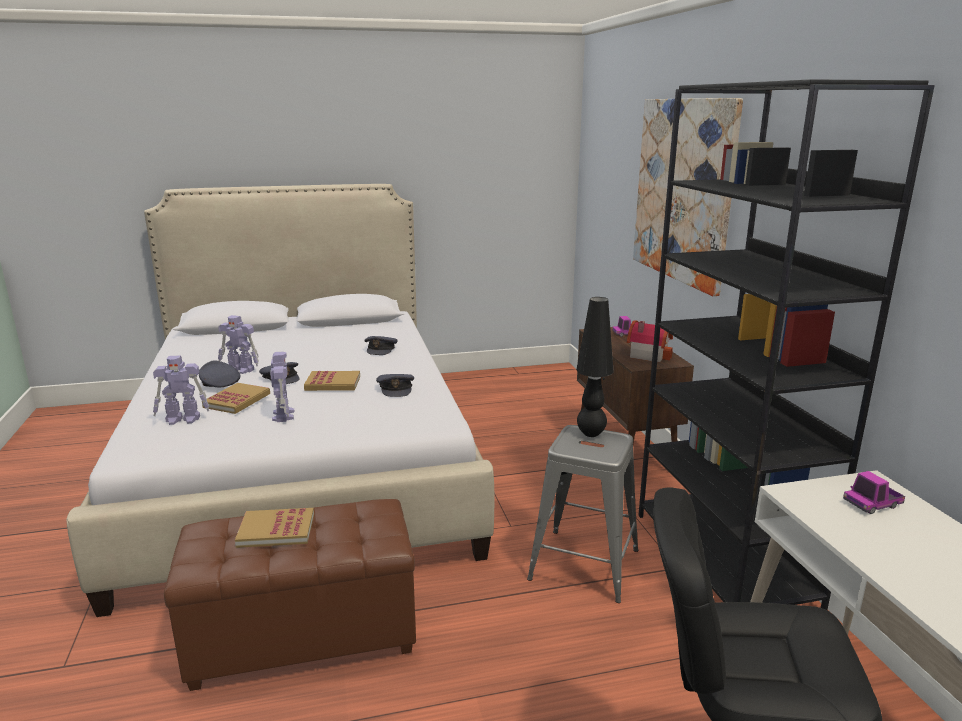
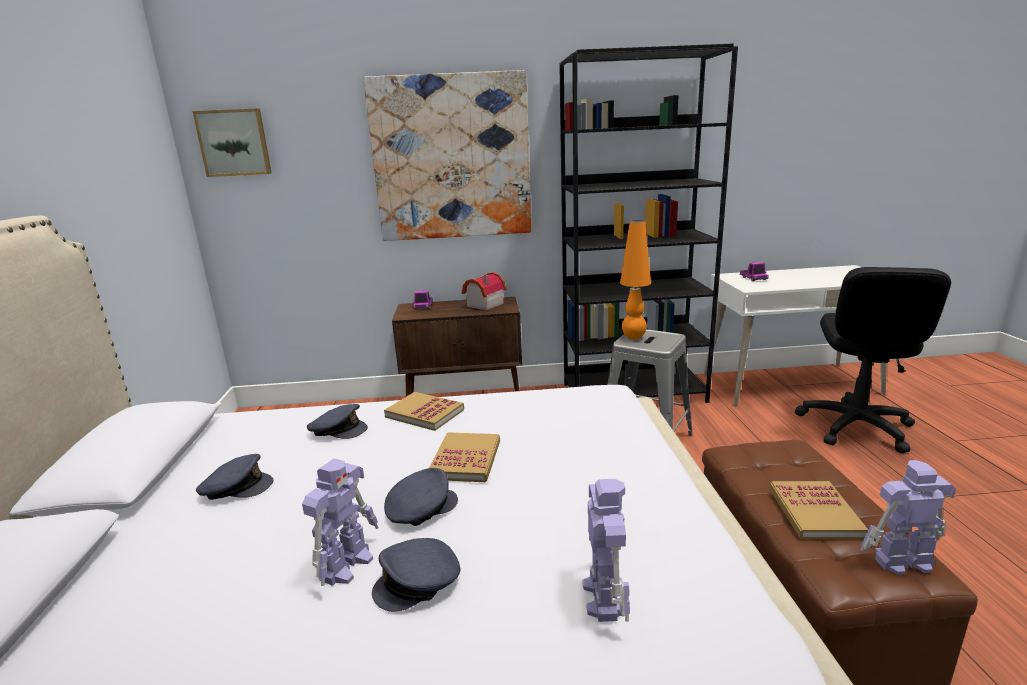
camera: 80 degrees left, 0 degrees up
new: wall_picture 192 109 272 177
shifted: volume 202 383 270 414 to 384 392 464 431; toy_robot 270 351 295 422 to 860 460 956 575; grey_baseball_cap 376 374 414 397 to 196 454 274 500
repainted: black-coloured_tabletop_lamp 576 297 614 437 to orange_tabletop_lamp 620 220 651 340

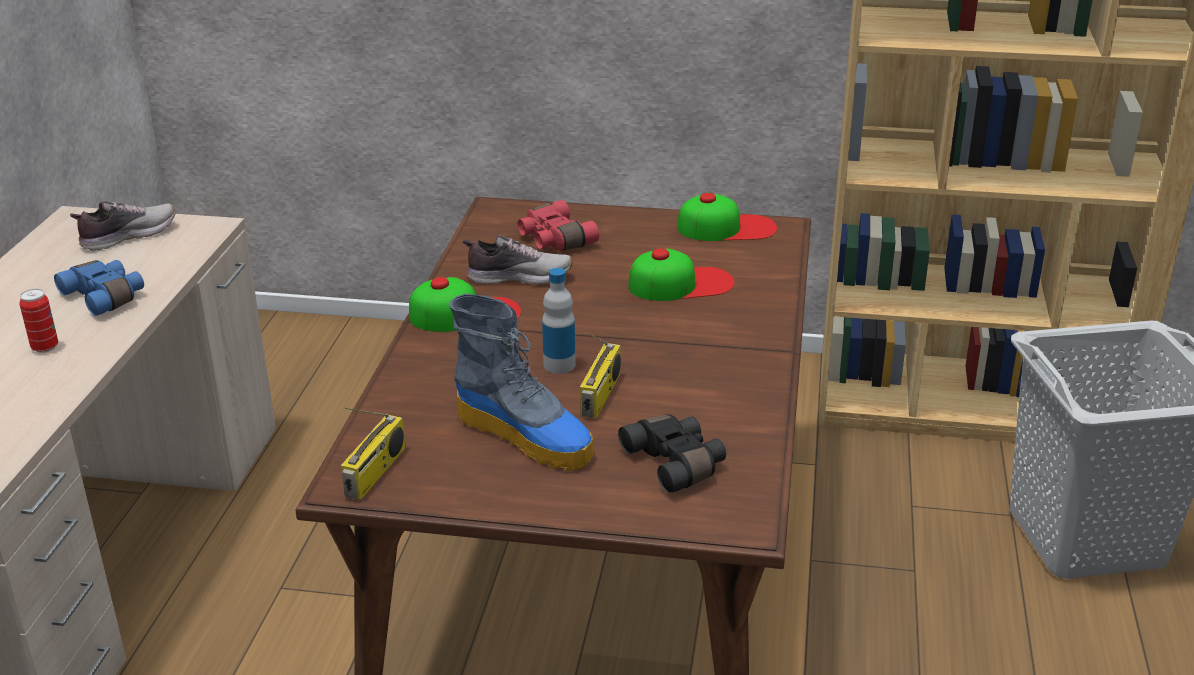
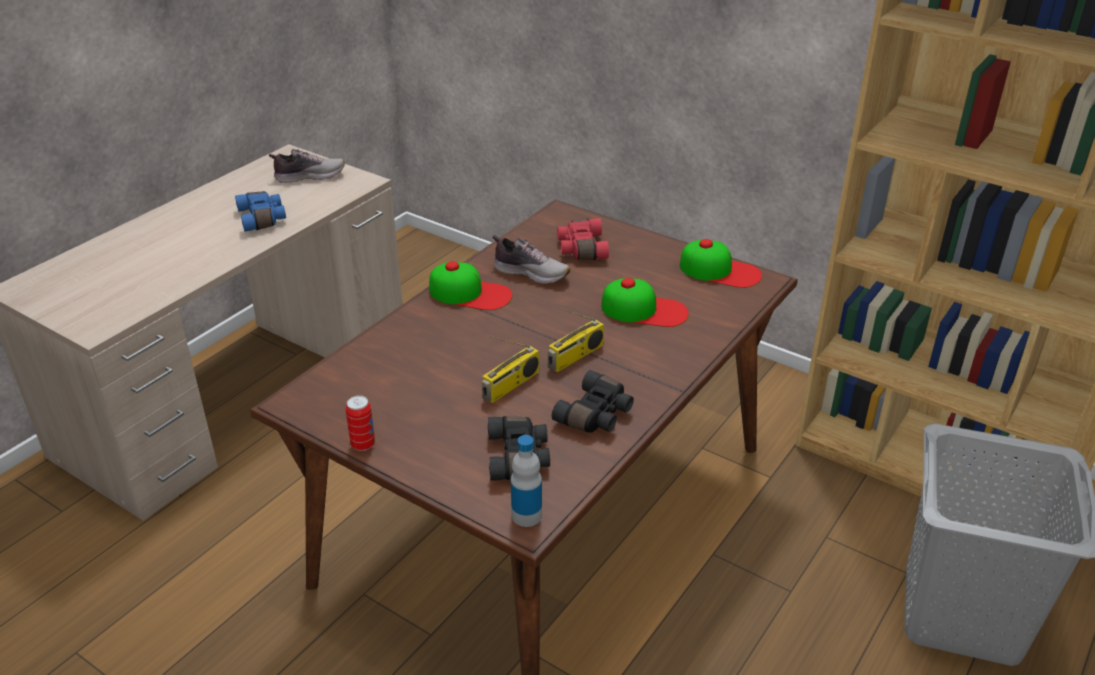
camera: 25 degrees right, 5 degrees up
gone: boot 449 294 594 471
new: black-coloured_pair_of_binoculars 552 370 634 433
shifted: sealed_can 19 289 58 353 to 346 395 375 451; radio 341 407 405 500 to 548 308 604 372; beverage_bottle 542 268 576 374 to 511 435 542 527

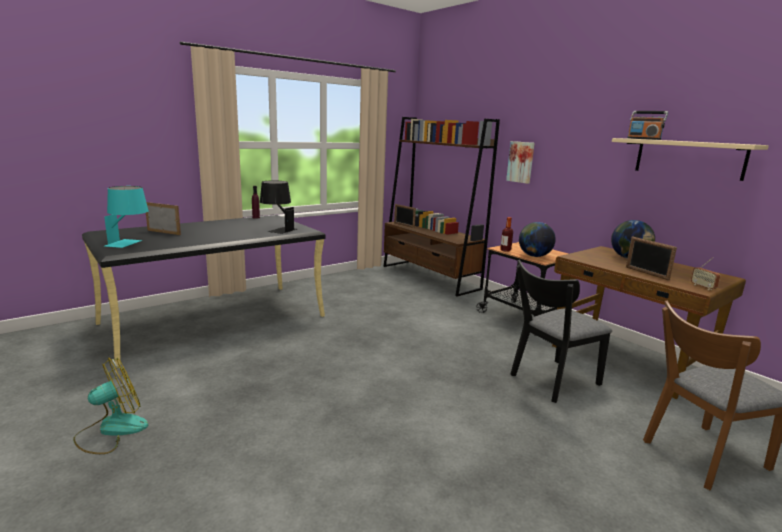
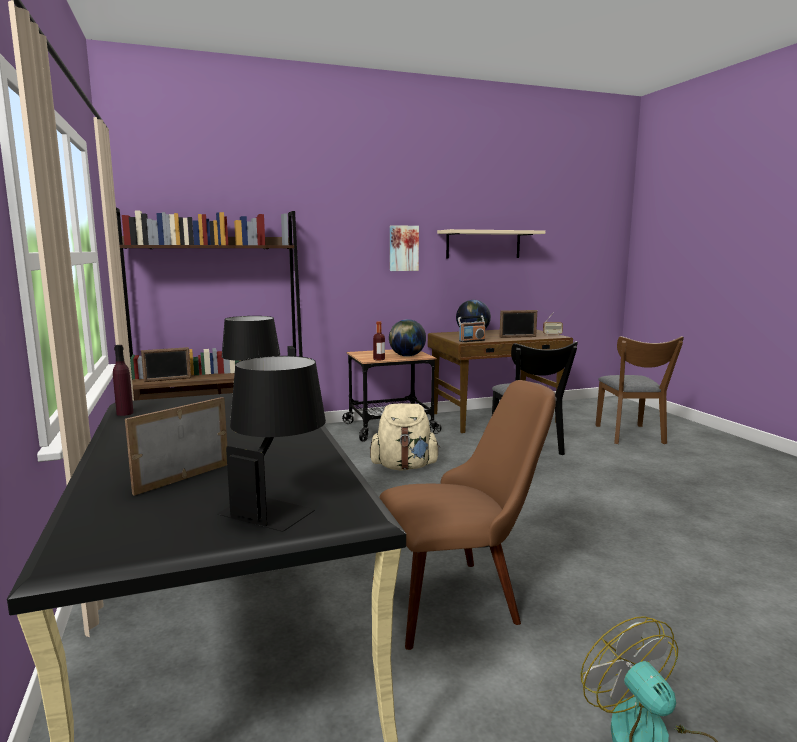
camera: 70 degrees left, 5 degrees down
new: beige_rucksack 370 403 440 470; brownish_plain_chair 373 380 556 650
shifted: wall_picture 506 141 535 184 to 390 225 419 271; radio 627 111 668 140 to 458 316 486 342
repainted: blue-green_tabletop_lamp 104 186 149 248 to black-coloured_tabletop_lamp 217 356 326 532

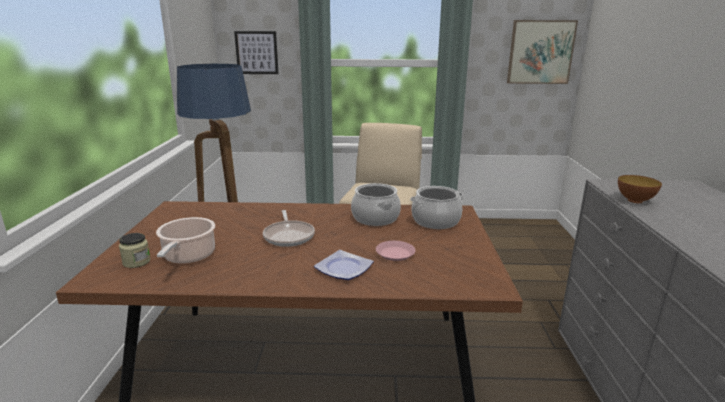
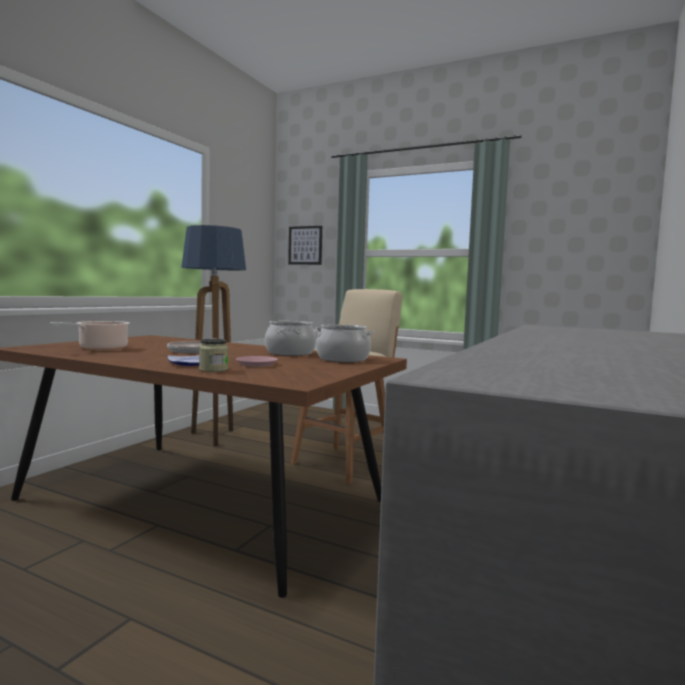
camera: 25 degrees right, 15 degrees down
gone: wall_picture 507 20 578 84; serving_bowl 618 175 662 203
shifted: preserve_jar 119 233 150 268 to 199 339 228 372

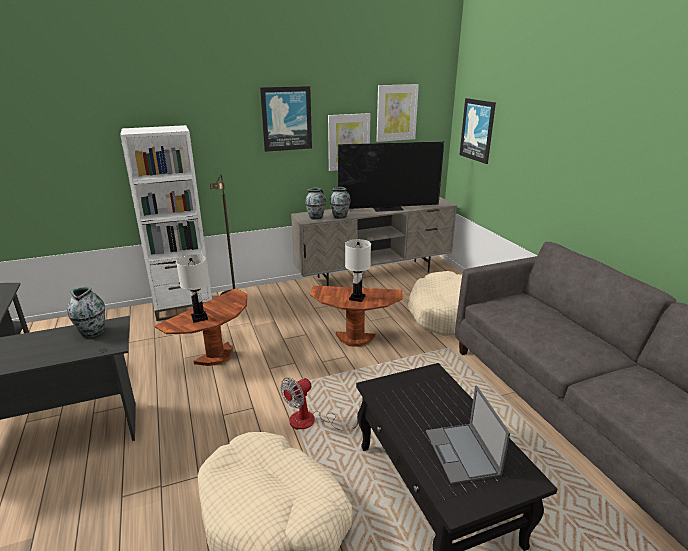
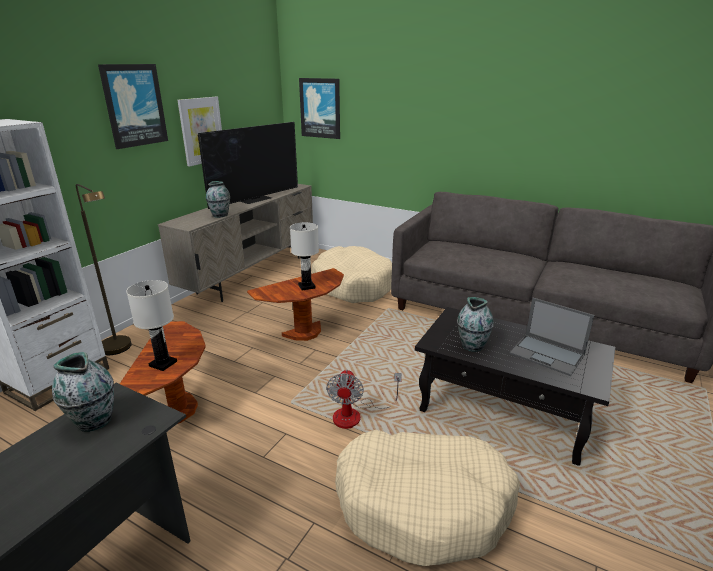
camera: 40 degrees left, 0 degrees up
gone: wall_picture 376 84 419 142
shifted: decorative_vase 305 187 326 220 to 457 297 494 352

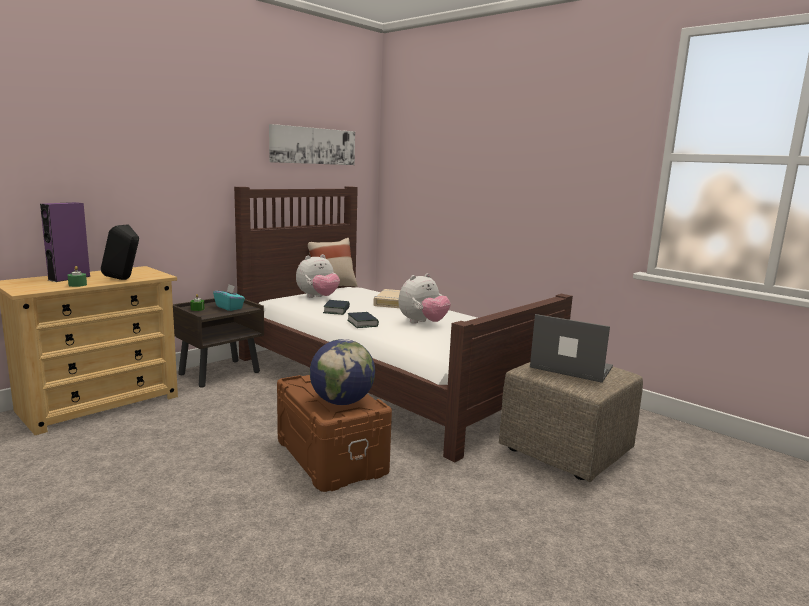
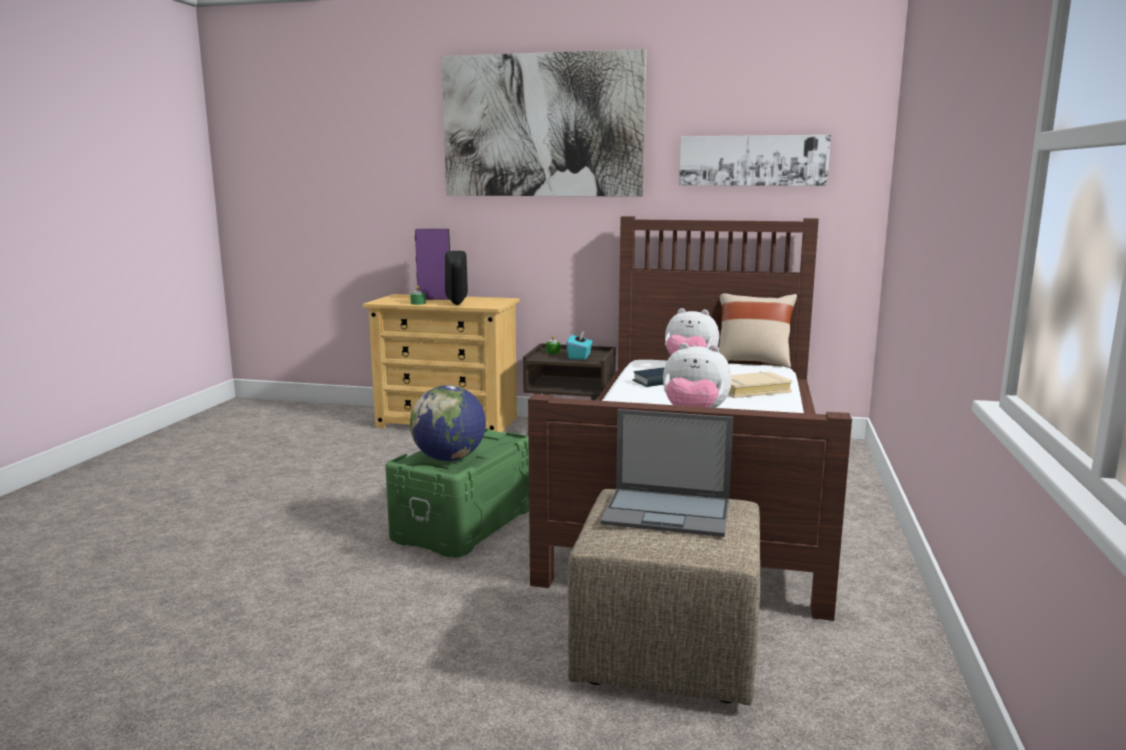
camera: 60 degrees right, 0 degrees up
gone: volume 348 312 379 328
new: wall_picture 442 49 646 197
repainted: brownish_storage_bin 277 375 392 492 to greenish_storage_bin 385 428 529 558
rotated: portable_computer 530 314 613 383 = 600 409 733 537 105 degrees clockwise

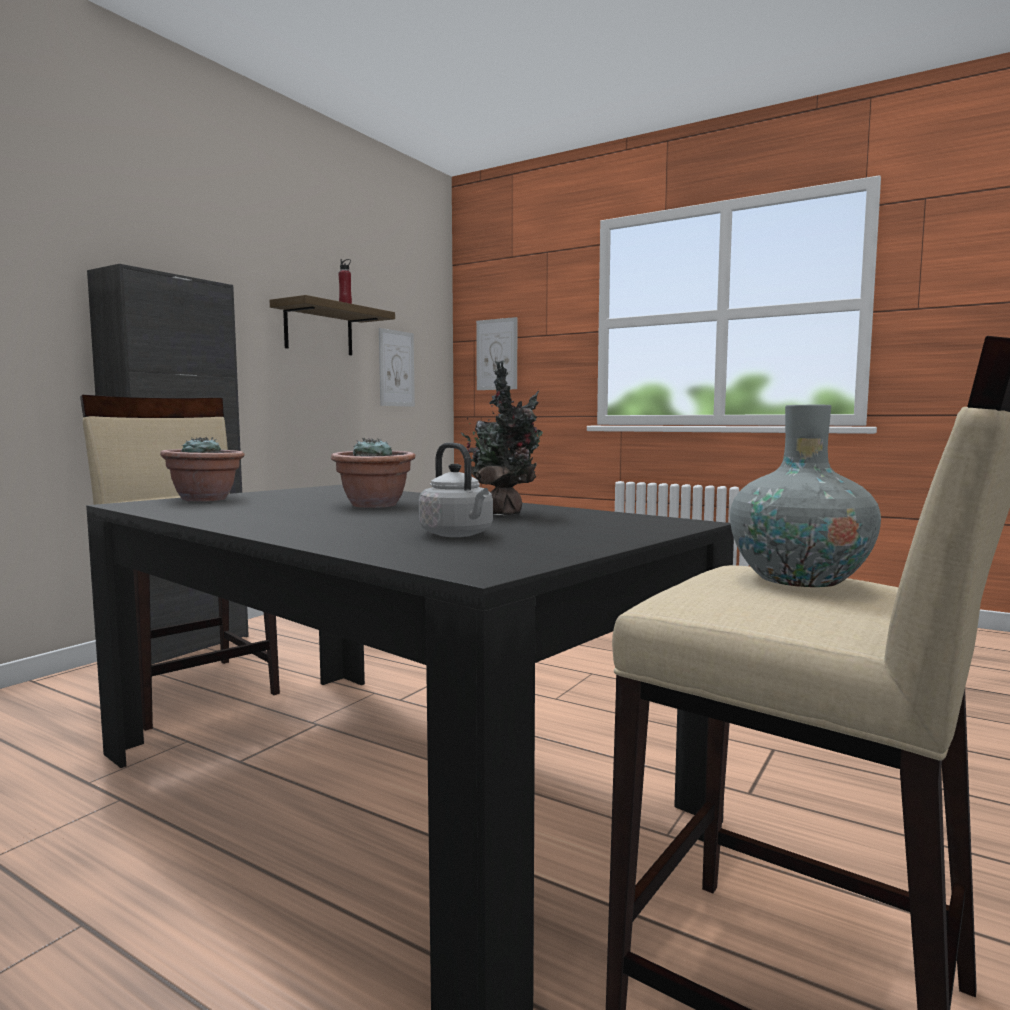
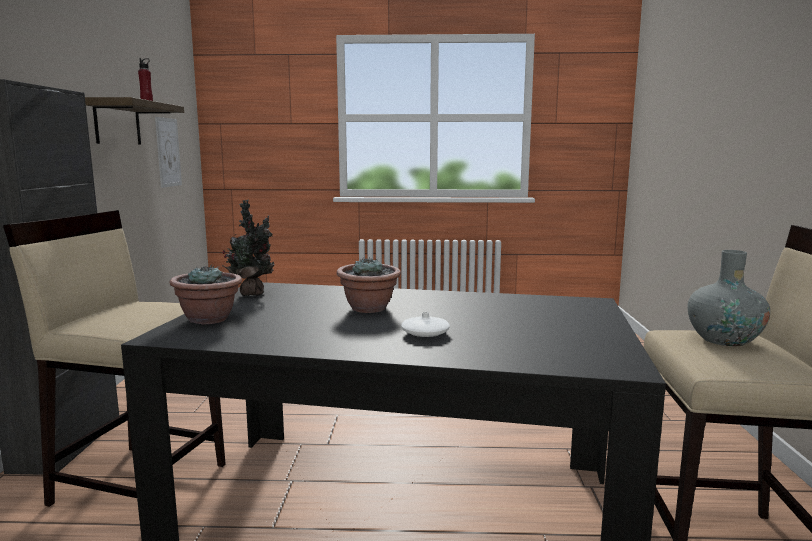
camera: 30 degrees left, 5 degrees up
gone: grey_water_kettle 419 442 493 537; wall_picture 476 317 517 390
new: white_decorative_vase 401 312 450 337
shifted: houseplant 461 360 543 515 to 222 200 275 296

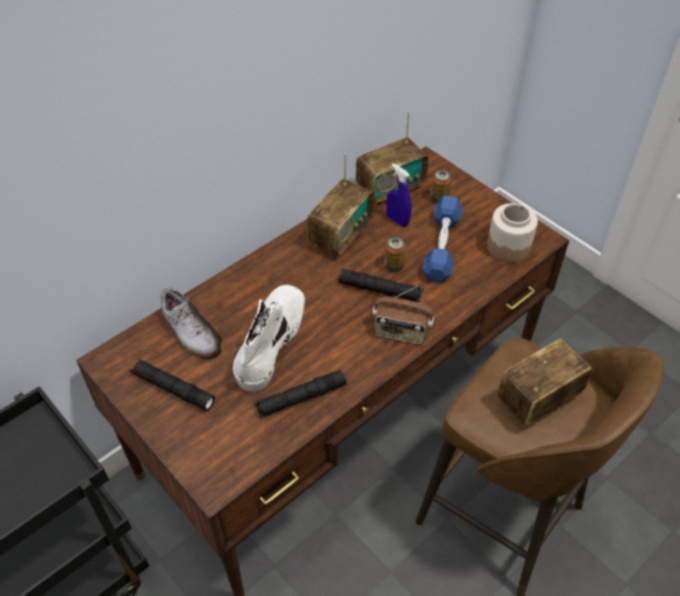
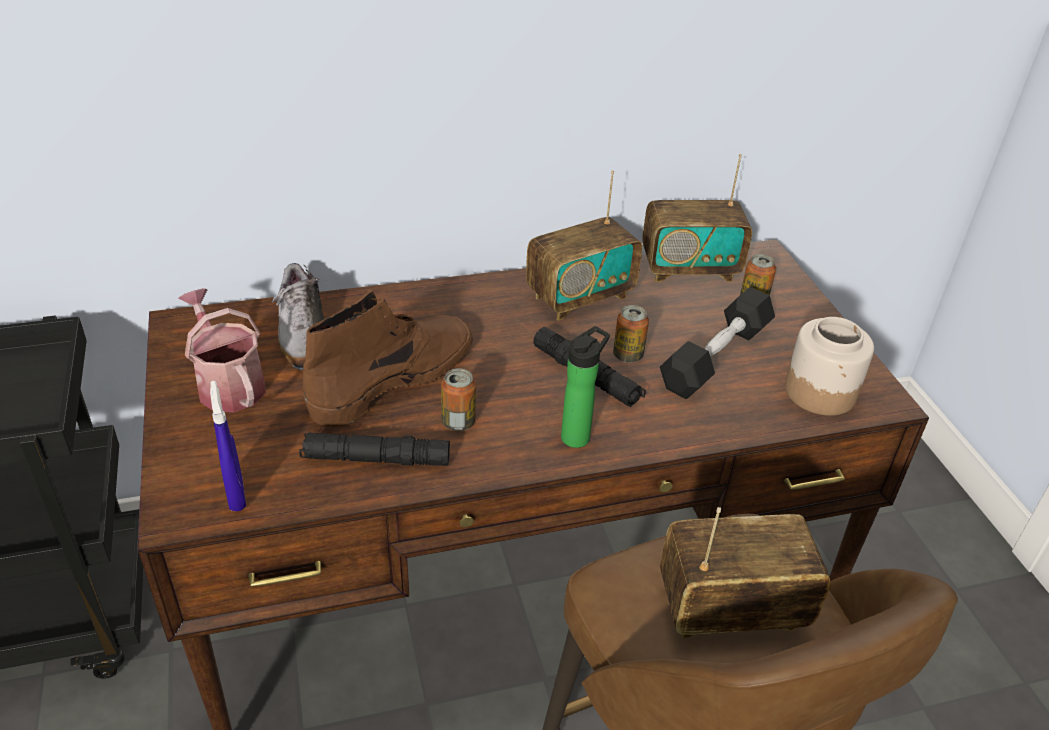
camera: 25 degrees right, 10 degrees down
new: sealed_can 441 368 476 431
shifted: bluish_spray_bottle 386 163 412 227 to 210 381 246 511
swapped: black-coloured_flashlight 130 359 215 411 to watering_can 178 288 266 412; radio 372 286 434 344 to beverage_bottle 561 326 610 448
repainted: white_boot 233 285 305 391 to brownish_boot 303 289 473 427; bluish_hand_weight 422 195 463 283 to black-coloured_hand_weight 660 287 775 399

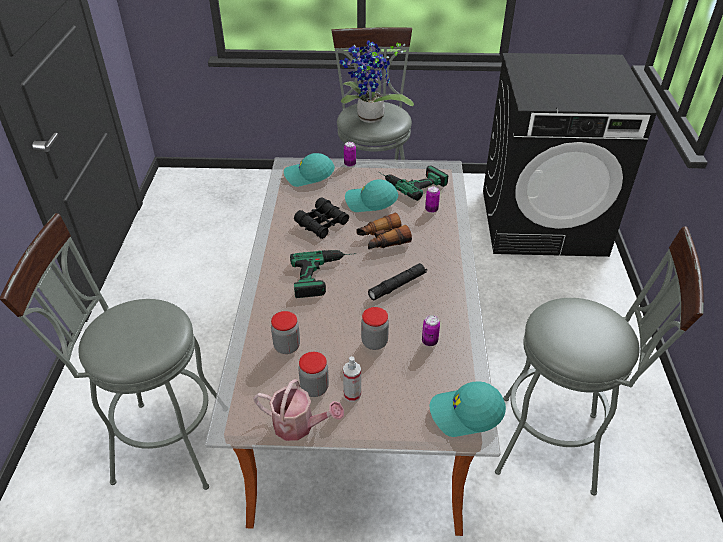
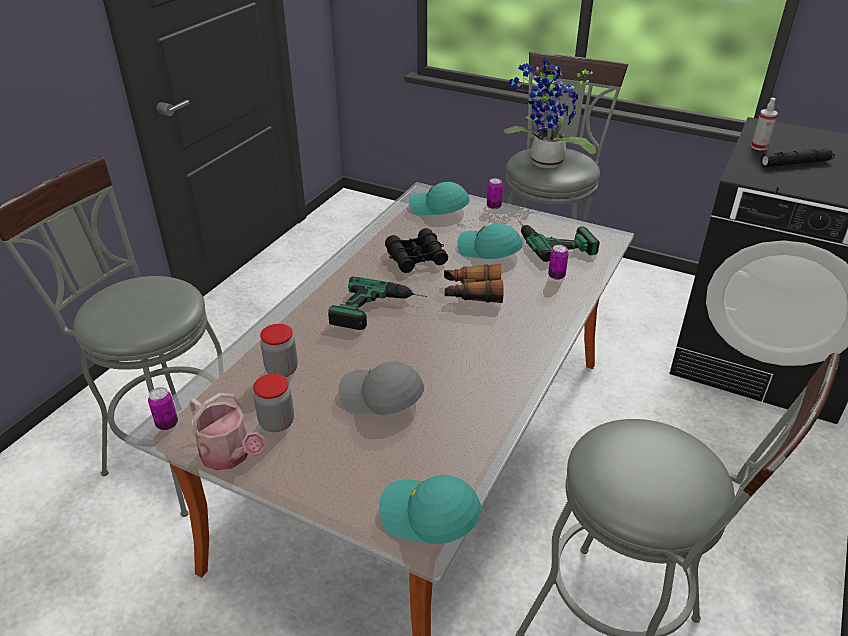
camera: 25 degrees right, 5 degrees down
shifted: spray_bottle 343 356 361 402 to 751 98 778 150; black-coloured_flashlight 368 263 427 300 to 761 148 835 167; sealed_can 422 315 440 346 to 148 387 178 430
swapped: preserve_jar 361 307 389 350 to grey_baseball_cap 339 362 424 415

